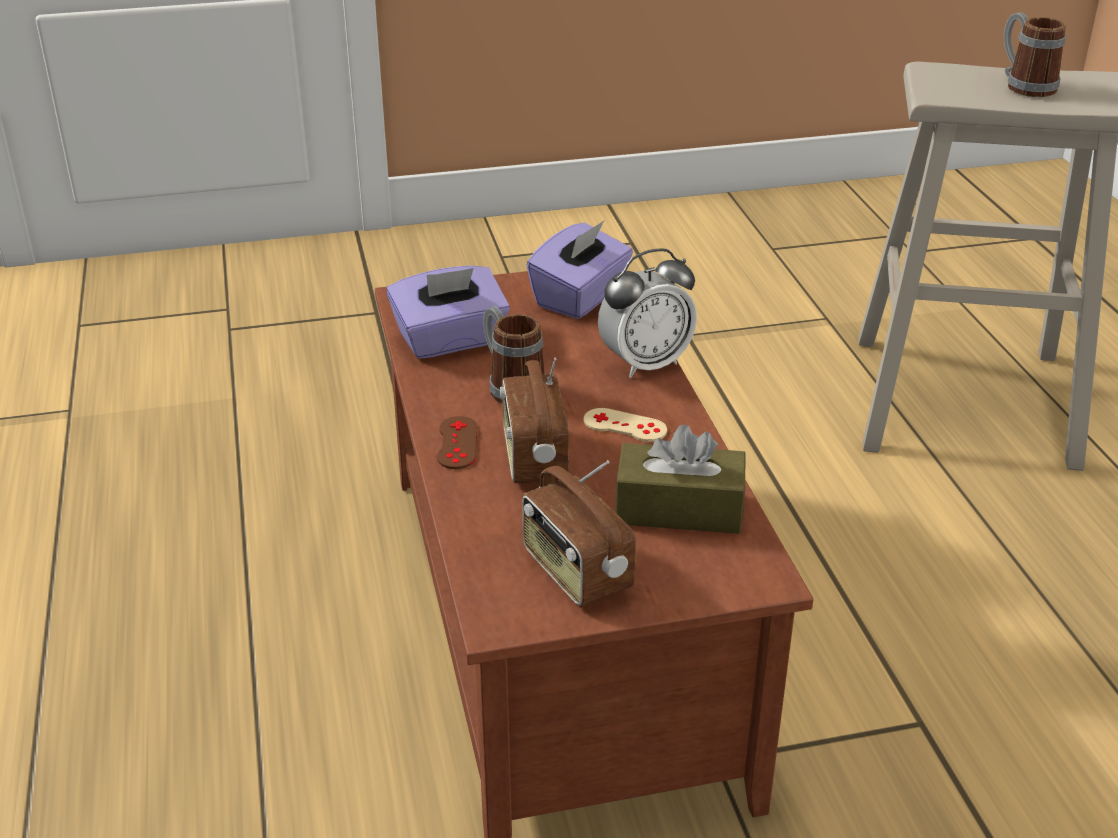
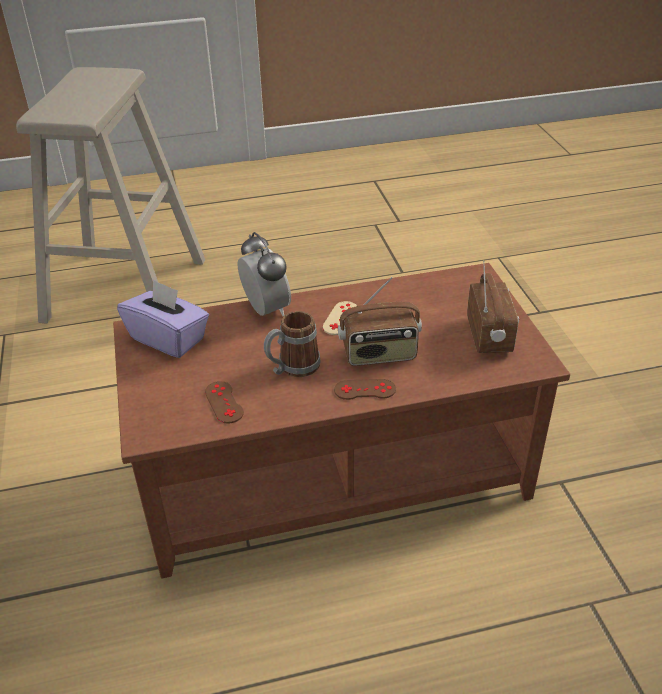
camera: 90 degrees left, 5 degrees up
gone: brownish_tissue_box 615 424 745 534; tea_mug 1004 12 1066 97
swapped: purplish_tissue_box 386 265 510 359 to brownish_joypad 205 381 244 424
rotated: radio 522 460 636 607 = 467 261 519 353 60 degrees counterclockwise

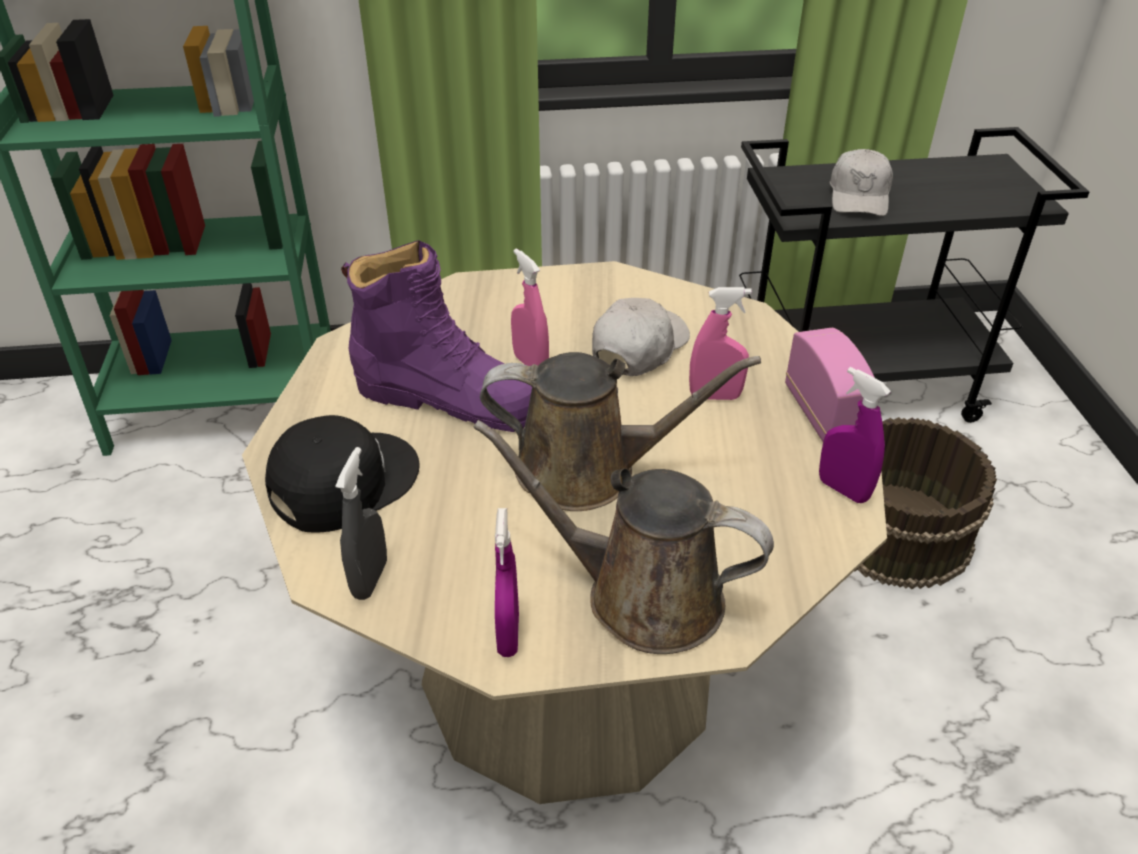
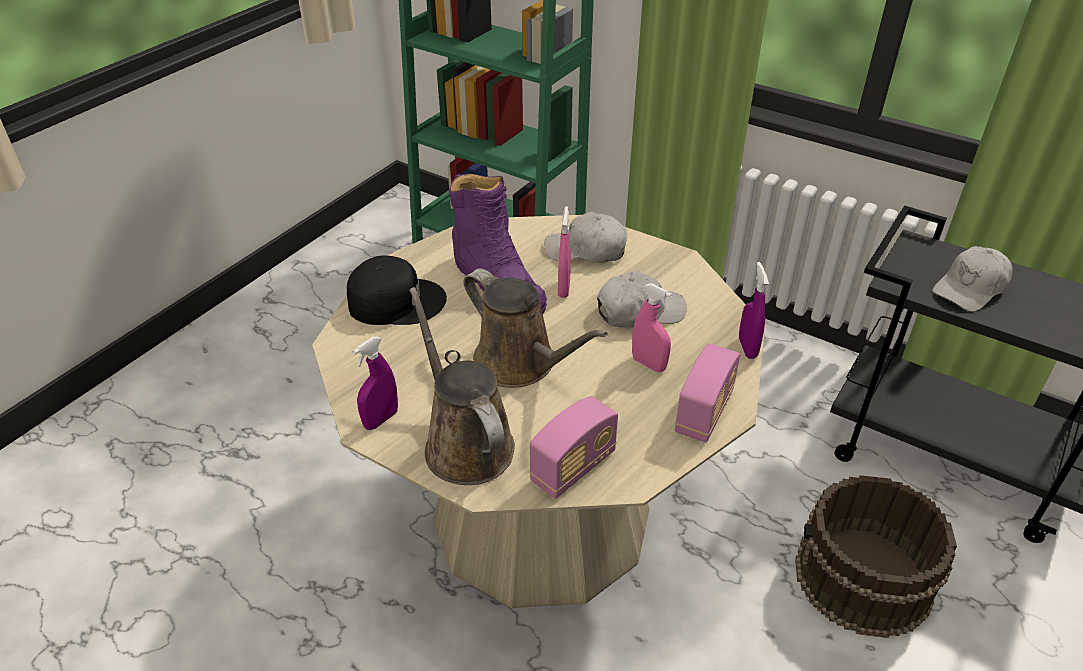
camera: 40 degrees right, 0 degrees up
gone: grey_spray_bottle 335 447 387 600
new: radio 529 396 618 499; white_baseball_cap 544 212 627 263
shifted: purplish_spray_bottle 819 367 891 503 to 739 262 769 359

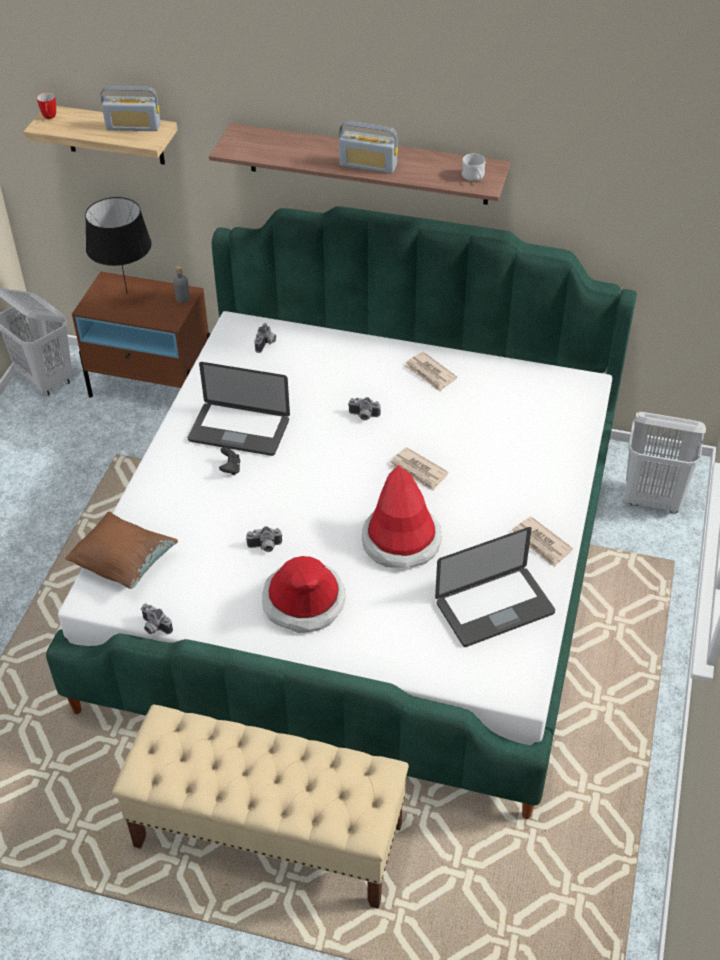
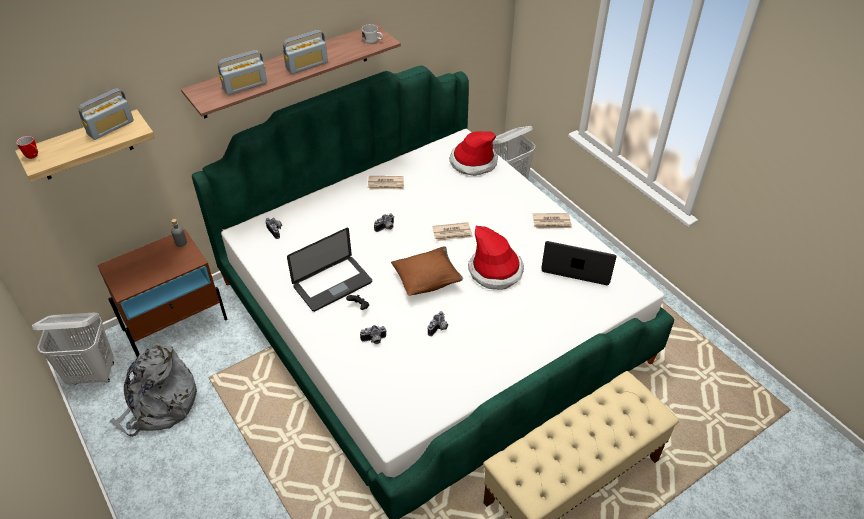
camera: 50 degrees left, 0 degrees up
gone: black-coloured_tabletop_lamp 85 197 152 294
new: grey_rucksack 110 345 197 437; radio 218 50 267 95
shifted: brownish_throw_pillow 65 511 178 589 to 391 246 463 296; still_camera 141 603 173 634 to 360 325 387 344; wearable_hat 262 556 345 633 to 450 131 498 176
rotated: portable_computer 435 527 555 647 = 541 241 617 285 90 degrees counterclockwise

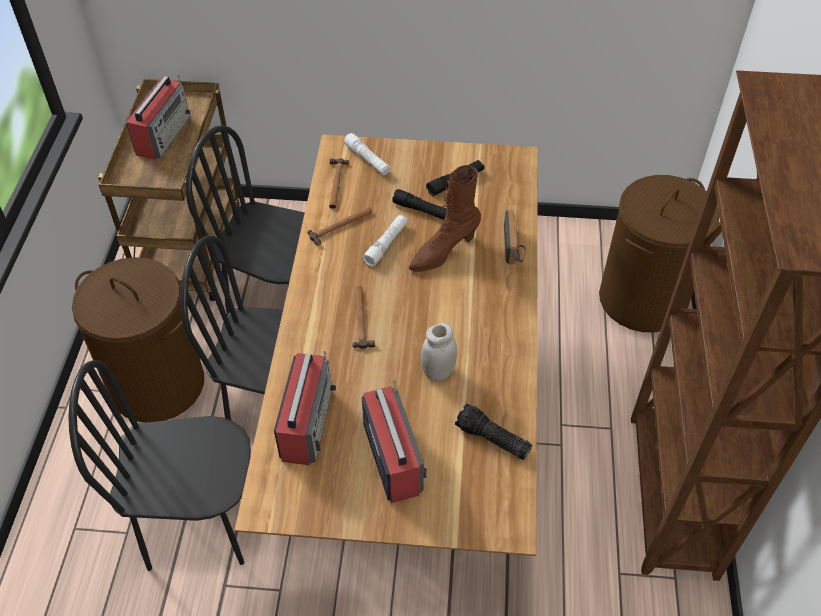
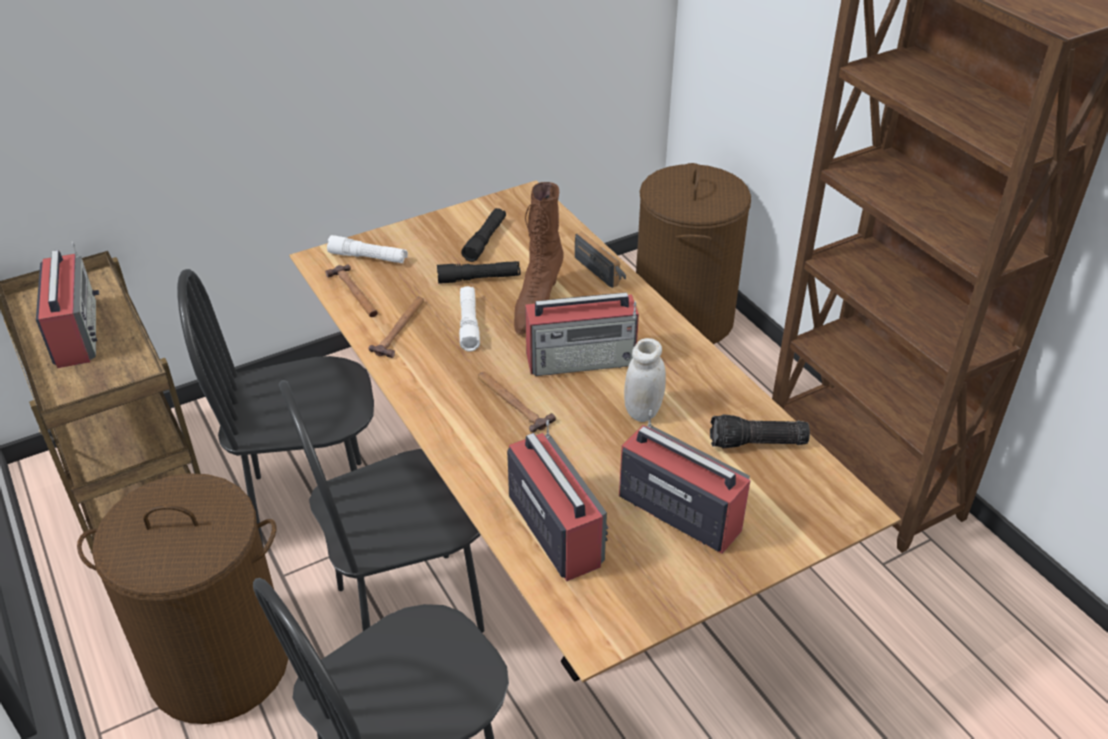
camera: 35 degrees left, 10 degrees down
new: radio 525 292 639 376

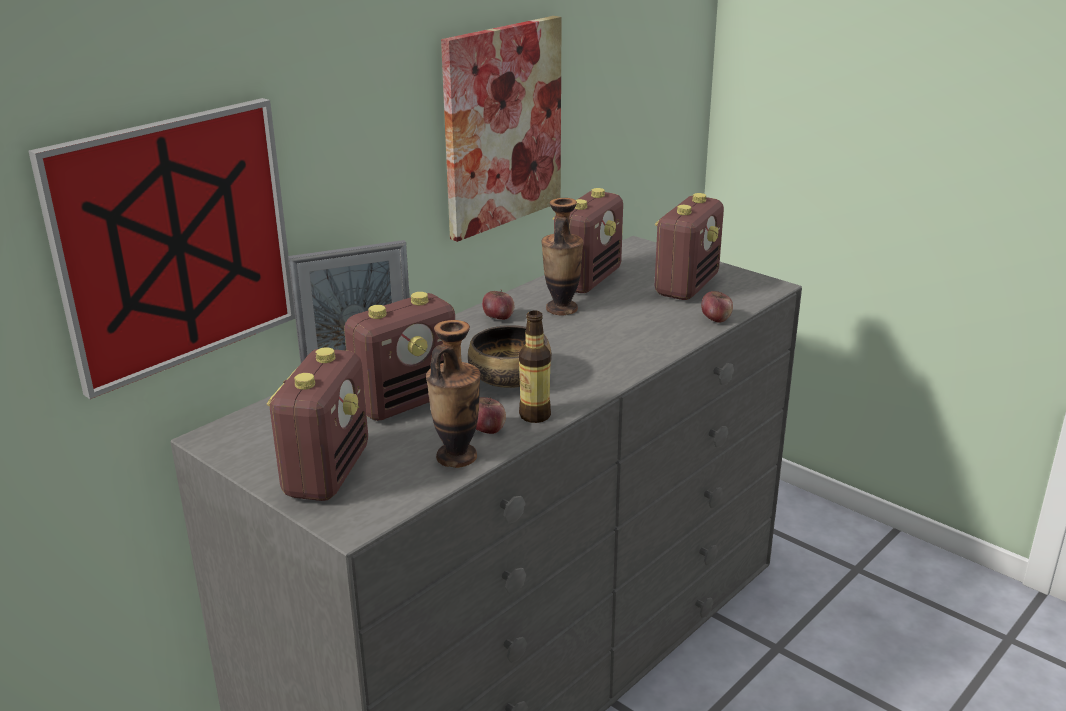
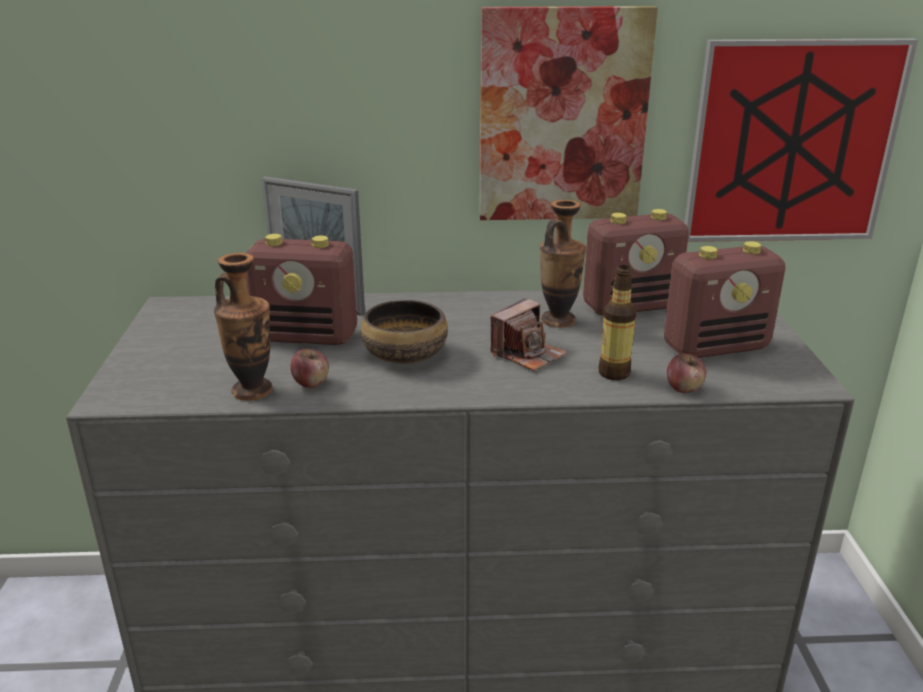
camera: 45 degrees right, 0 degrees up
gone: radio 267 347 368 501; apple_fruit 482 290 514 320
new: still_camera 490 298 567 371
shifted: wall_picture 28 98 295 399 to 684 38 918 242; beverage_bottle 519 311 551 423 to 599 265 637 380

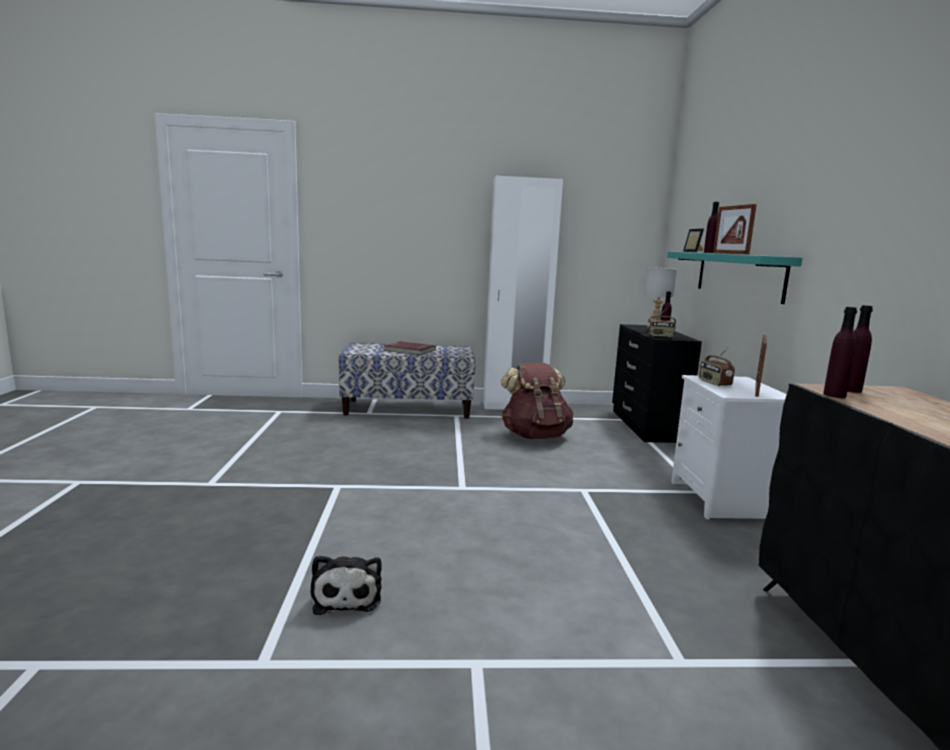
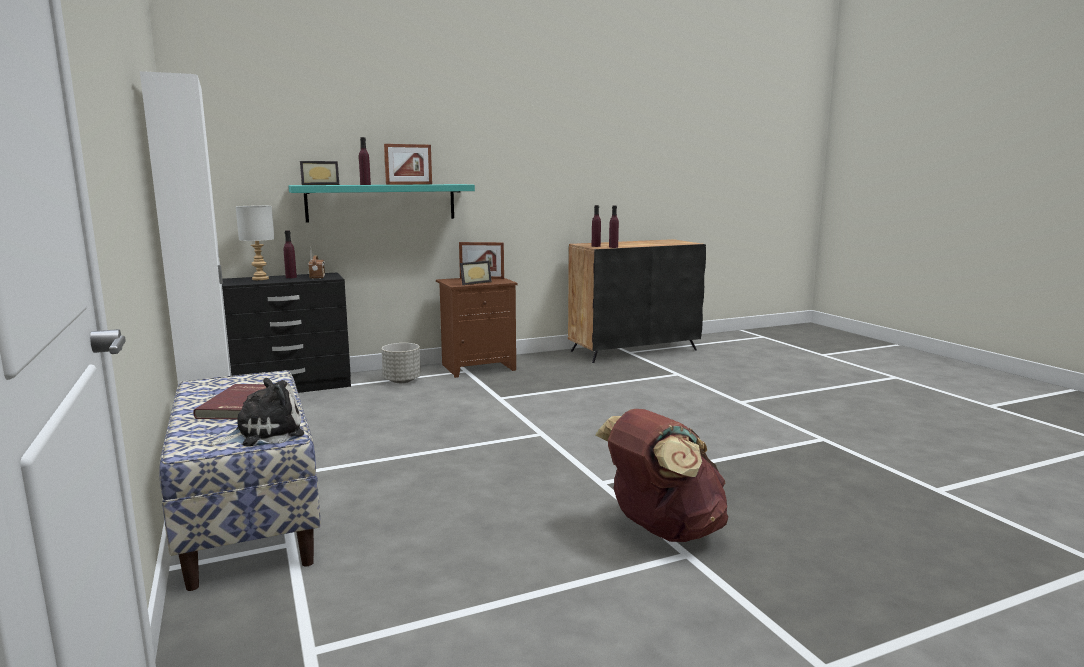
camera: 110 degrees left, 0 degrees up
new: grey_planter 382 343 421 383
shifted: cuddly_toy 310 555 382 615 to 209 378 304 446; brownish_rucksack 501 363 573 439 to 595 409 728 542
swapped: radio 699 347 735 386 to photo_frame 460 261 492 285
repainted: white_nightstand 671 375 787 519 to brownish_nightstand 436 278 518 378

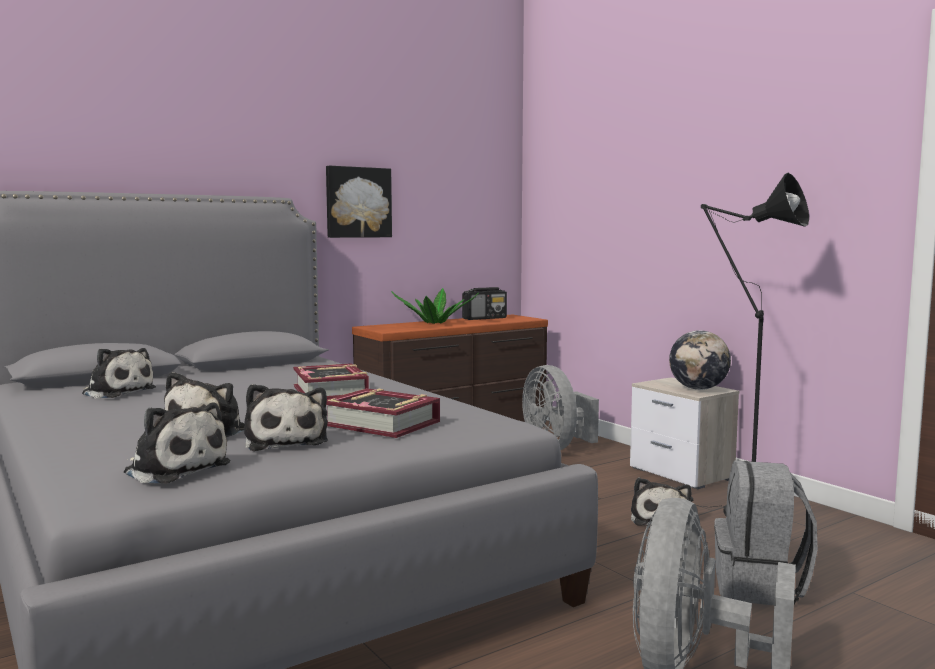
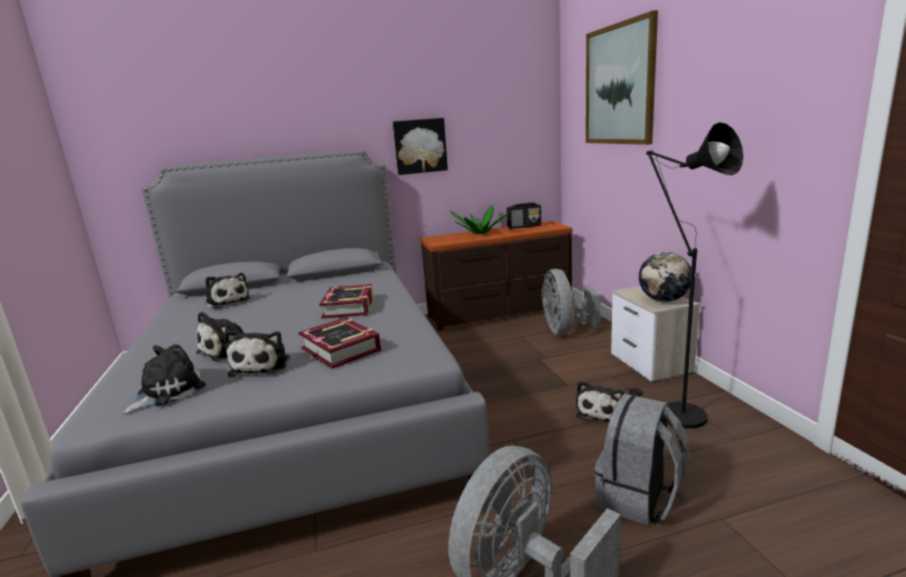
camera: 20 degrees right, 10 degrees up
new: wall_picture 586 10 658 145
rotated: cuddly_toy 124 403 231 484 = 122 344 206 414 105 degrees counterclockwise

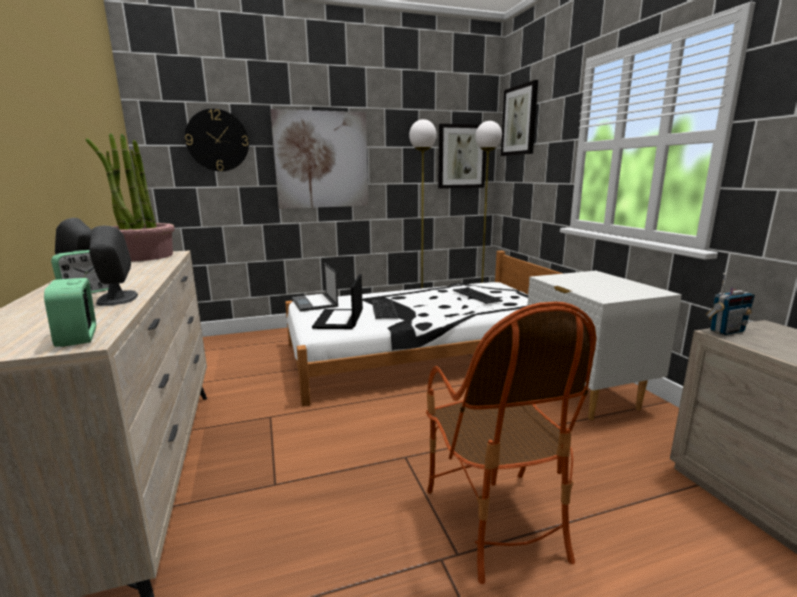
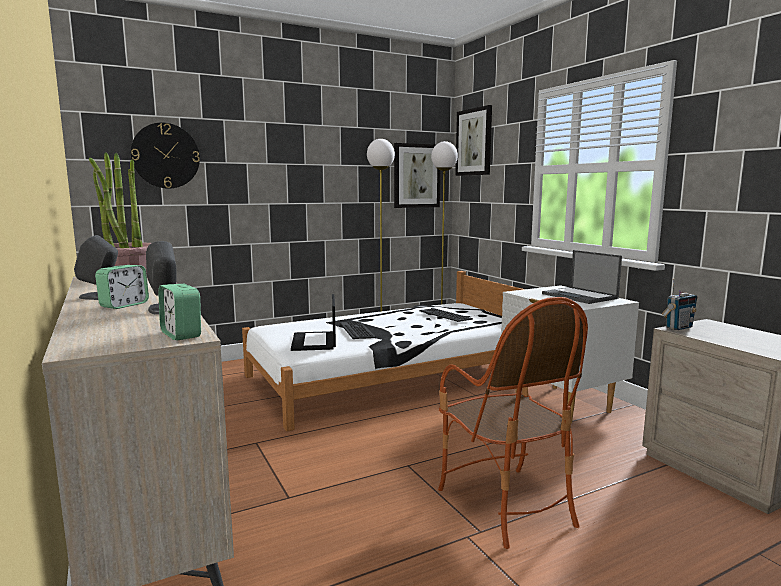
camera: 10 degrees left, 5 degrees down
gone: wall_picture 270 109 369 209
shifted: portable_computer 292 263 338 312 to 542 250 622 304

